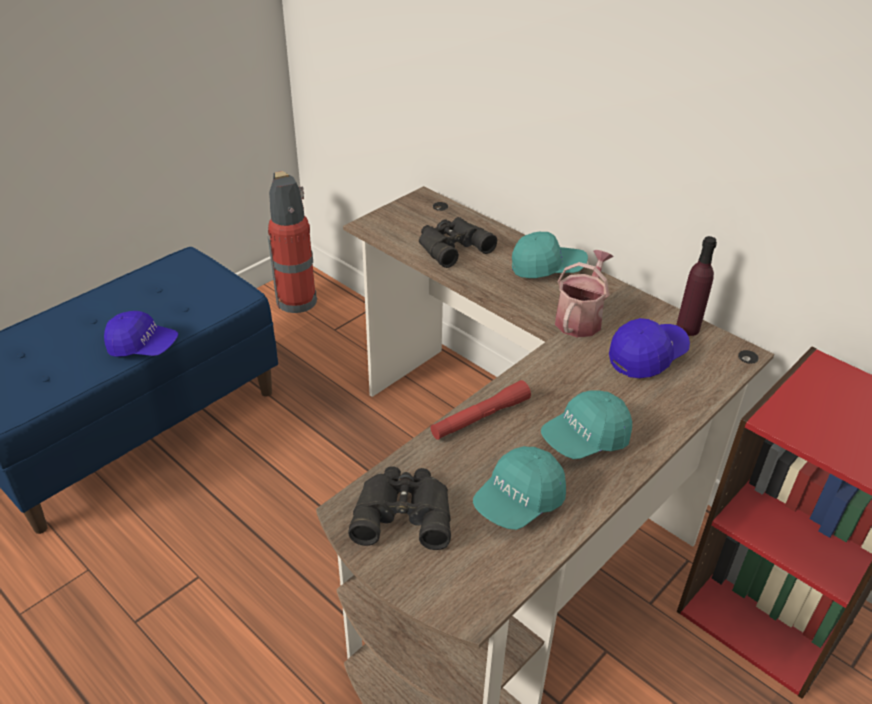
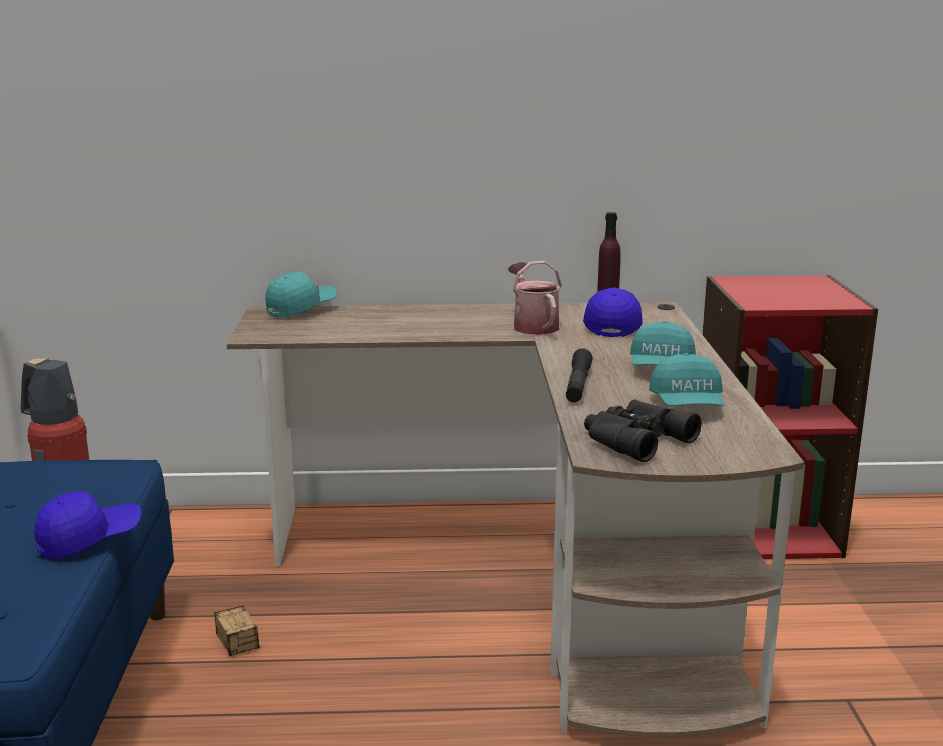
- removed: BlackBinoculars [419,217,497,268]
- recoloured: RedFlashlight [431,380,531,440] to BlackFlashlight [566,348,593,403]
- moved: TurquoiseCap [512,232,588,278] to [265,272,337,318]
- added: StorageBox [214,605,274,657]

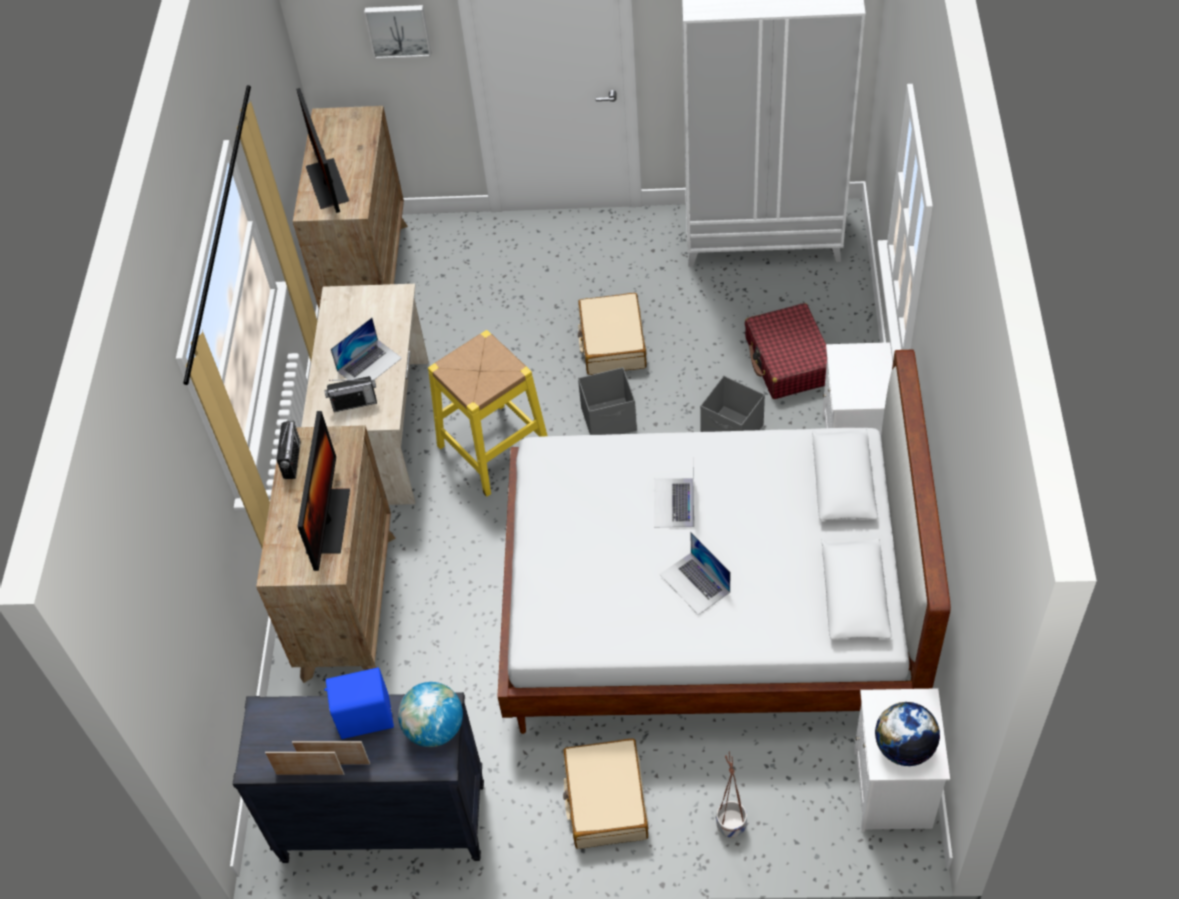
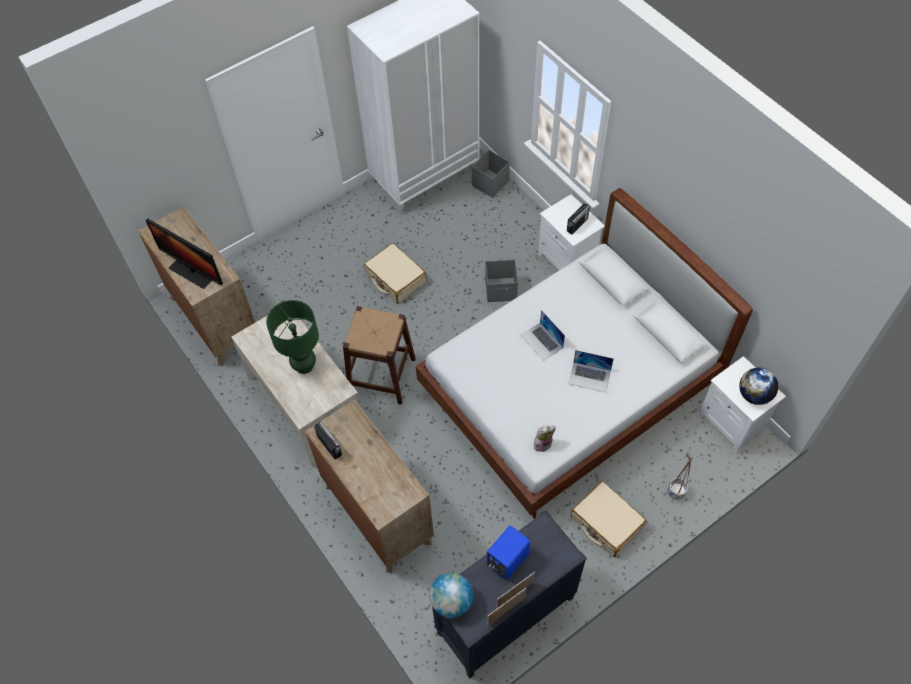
- removed: Monitor [297,411,350,571]
- moved: Radio [324,376,377,412] to [567,204,591,235]
- replaced: Laptop [331,318,402,381] to GreenTableLamp [266,300,319,374]
- removed: Picture [364,5,431,59]
- moved: Globe [398,682,463,747] to [430,573,473,618]
- recoloured: YellowStool [428,330,547,497] to BrownStool [343,306,416,405]
- moved: GreyStorageBox [578,367,637,435] to [472,150,510,198]
- removed: RedSuitcase [745,303,827,399]
- added: PlushToy [534,426,556,452]

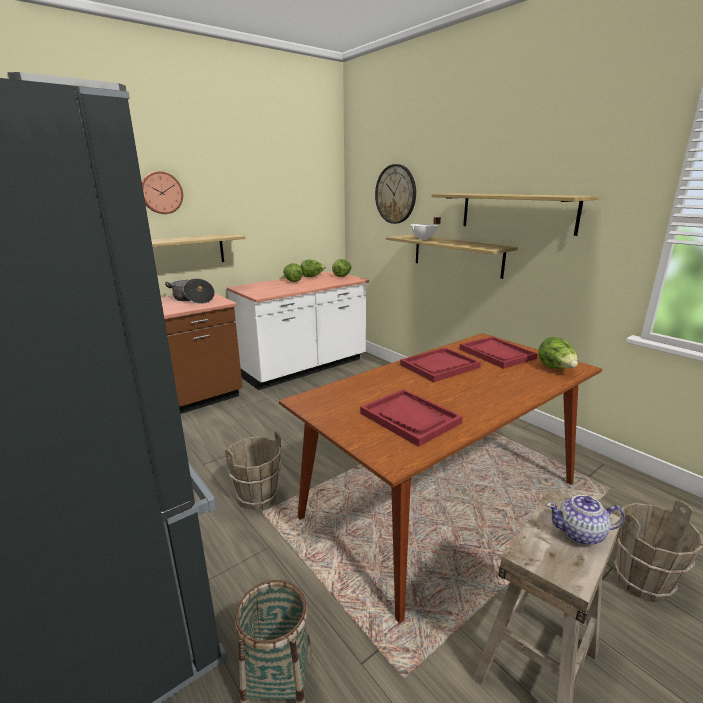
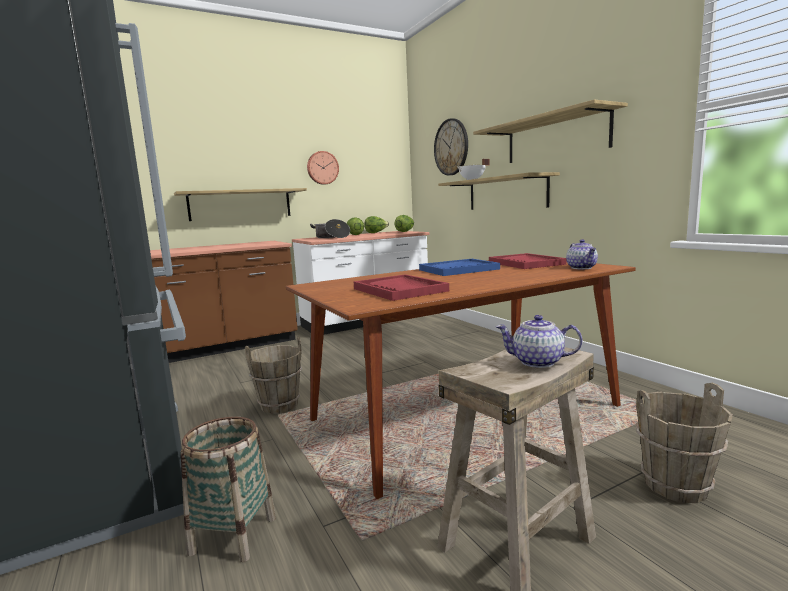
- moved: WallClock [142,171,183,214] to [307,151,339,185]
- moved: CookingPot [165,278,215,304] to [310,219,350,238]
- recoloured: RedTray [400,347,481,382] to BlueTray [419,259,500,276]
- replaced: Lettuce [538,337,578,369] to Teapot [566,239,598,269]

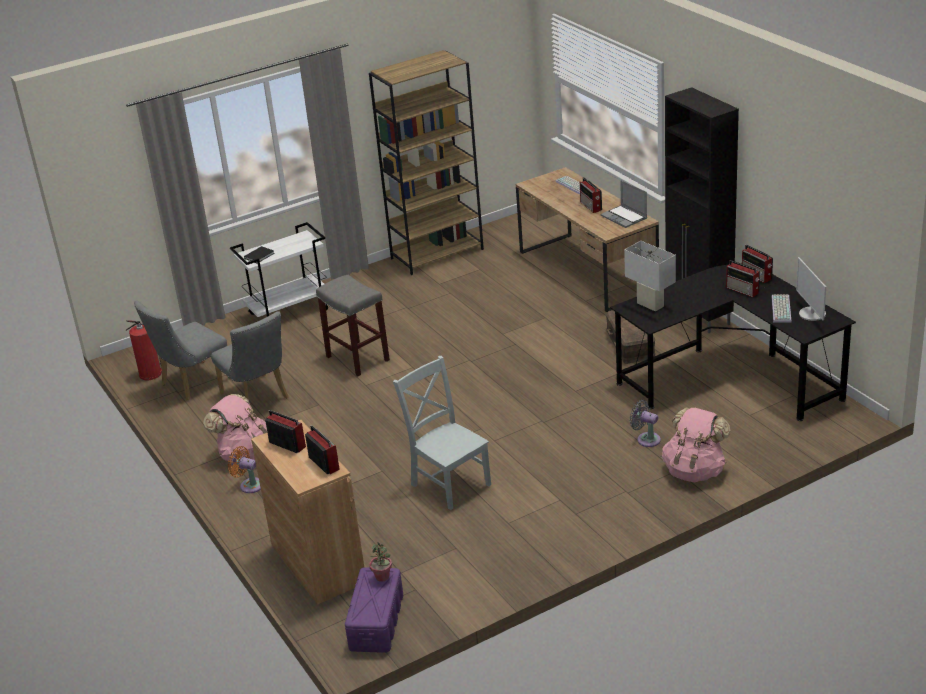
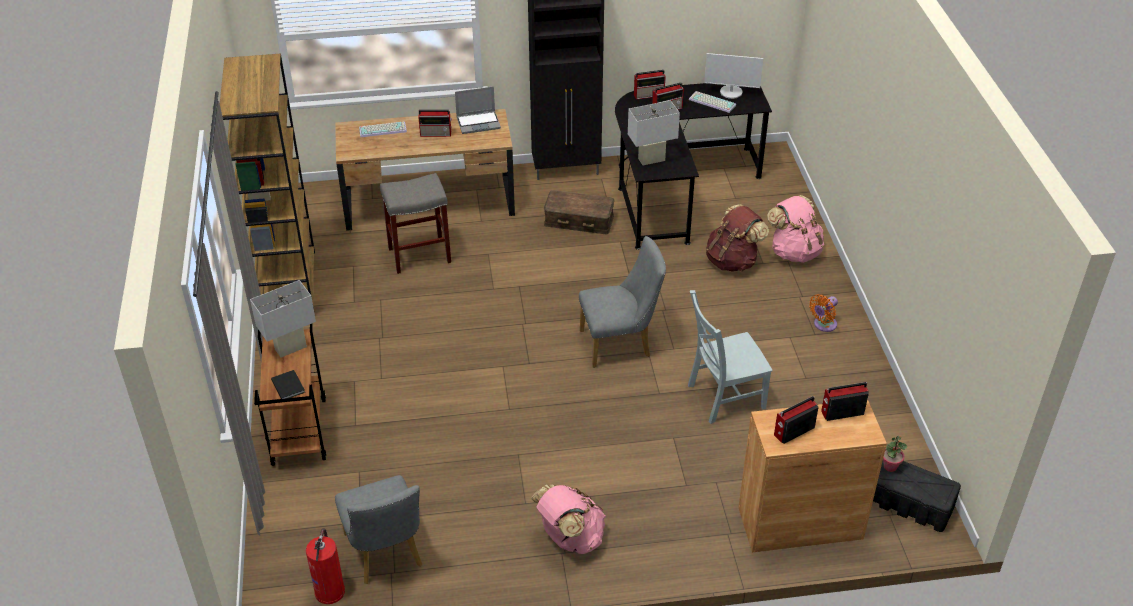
- moved: GreyChair [211,311,289,400] to [579,236,666,368]
- moved: OrangeFan [228,446,261,493] to [809,294,838,332]
- recoloured: WhiteCart [230,222,328,317] to BrownCart [254,323,326,466]
- moved: GreyStool [316,274,390,376] to [380,173,451,274]
- recoloured: PurpleStorageBox [345,567,403,653] to BlackStorageBox [873,461,961,532]
- replaced: GreyFan [630,400,661,447] to BrownBackpack [706,204,769,272]
- added: WhiteTableLamp [250,280,316,358]

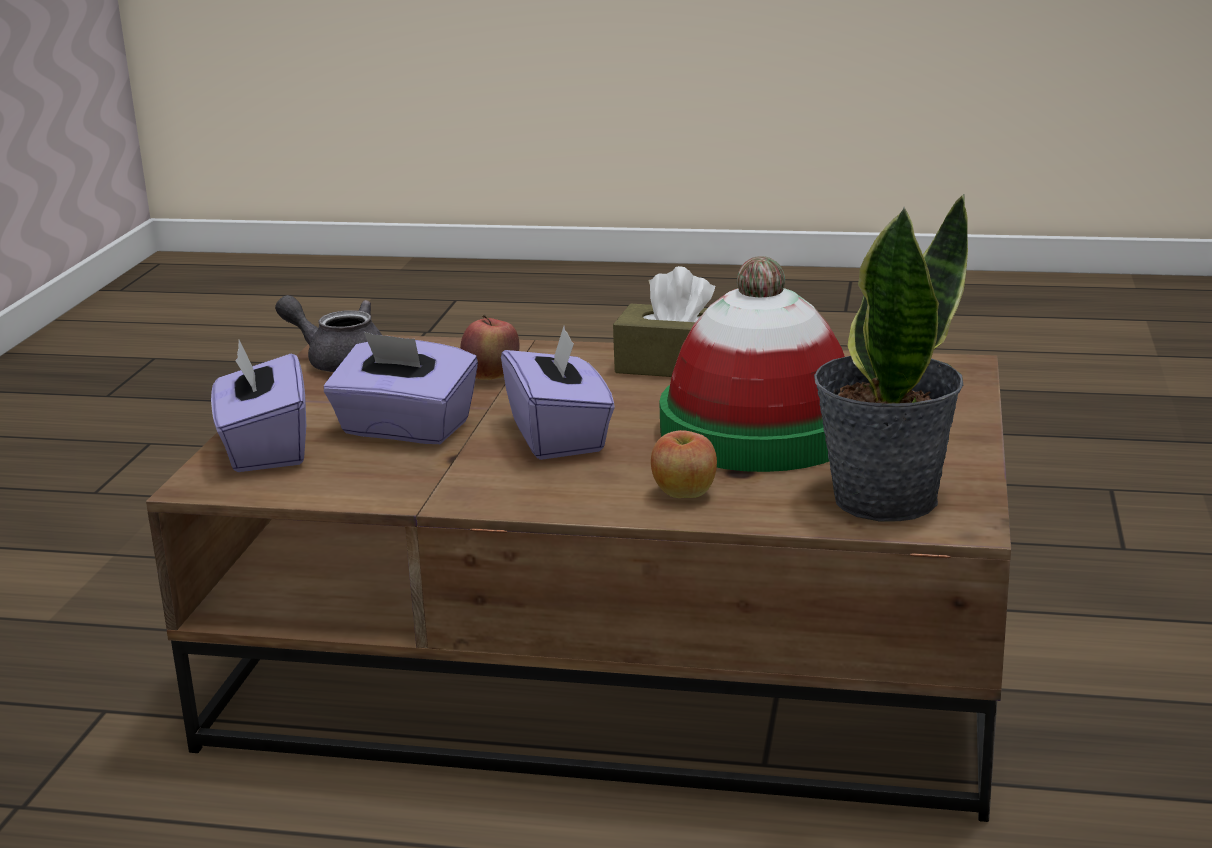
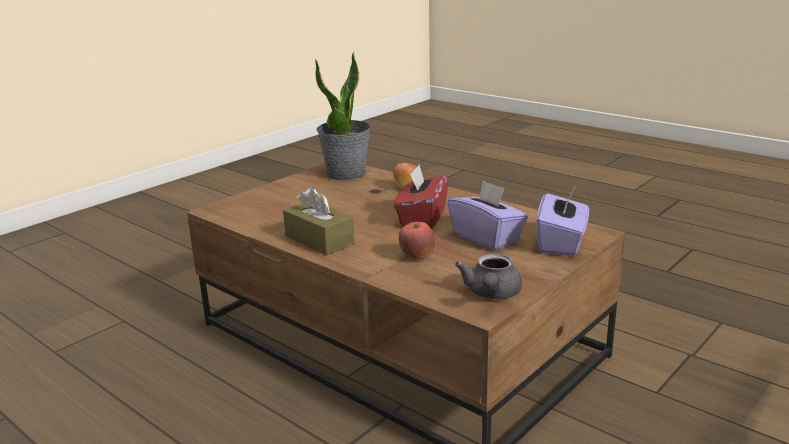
- turned: GreyTeapot [275,295,382,372] = [455,254,522,299] 45 degrees clockwise
- recoloured: PurpleTissueBox [501,326,615,460] to RedTissueBox [394,165,449,229]
- removed: Hat [659,256,845,472]

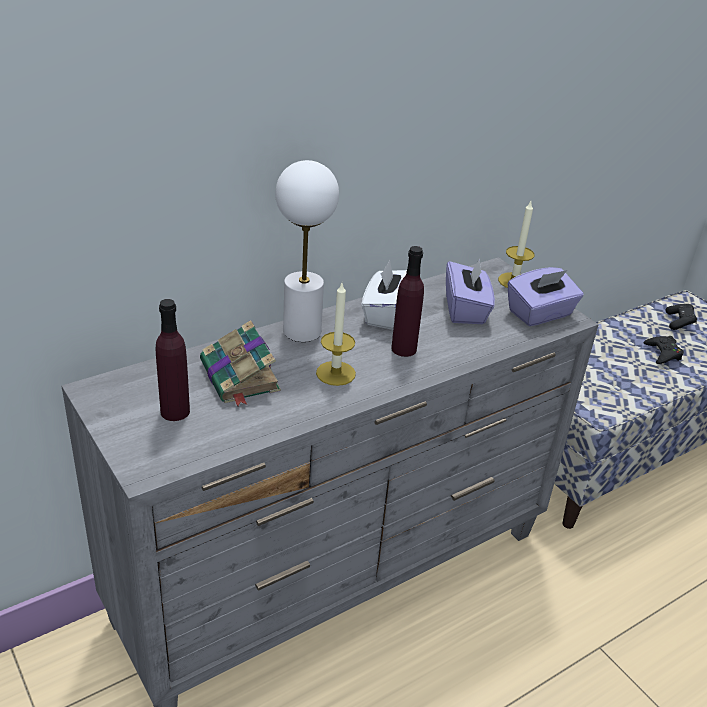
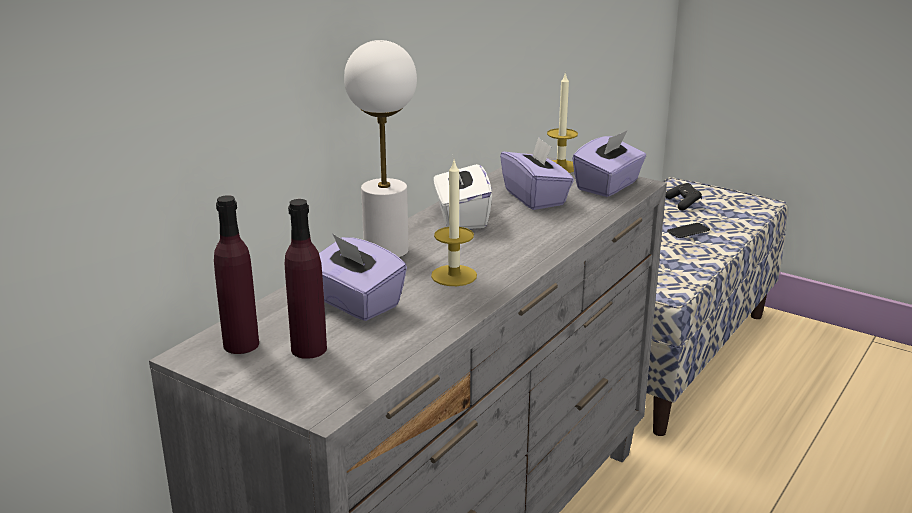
- replaced: Book [200,320,281,406] to PurpleTissueBox [319,233,407,321]
- moved: PurpleBottle [391,246,424,357] to [214,195,259,354]
- replaced: BlackGameController [643,336,684,364] to Phone [667,223,710,238]

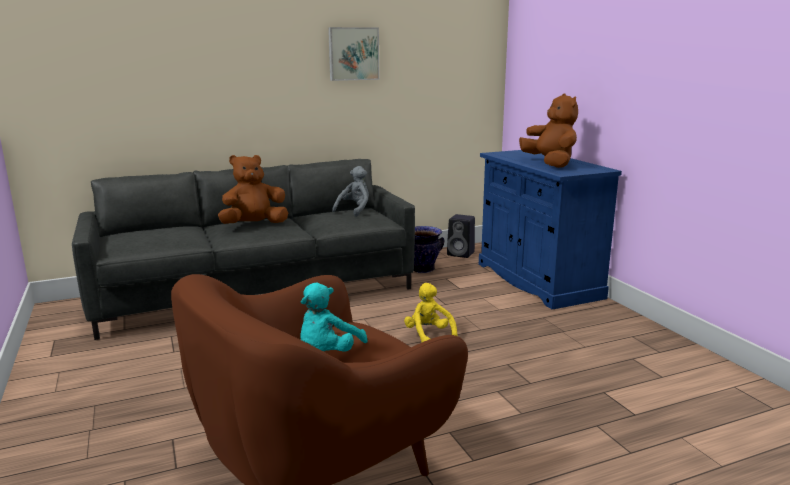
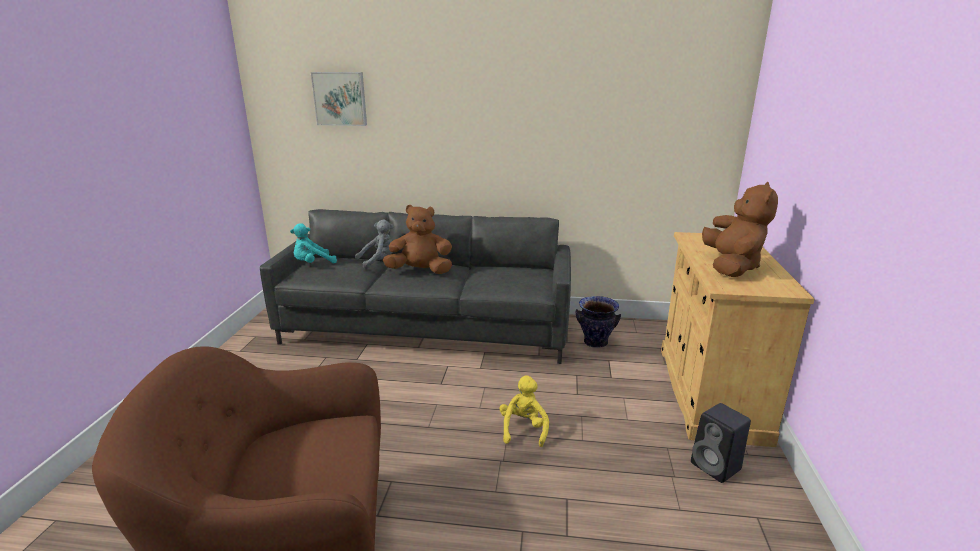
- moved: TurquoisePlushToy [300,283,368,352] to [290,223,337,263]
- moved: Picture [328,27,379,81] to [311,72,367,126]
- moved: GreyPlushToy [332,166,369,217] to [355,219,394,269]
- moved: BlackSpeaker [447,214,475,258] to [691,403,751,483]
- recoloured: BlueCabinet [479,150,622,309] to BeigeCabinet [661,232,815,447]

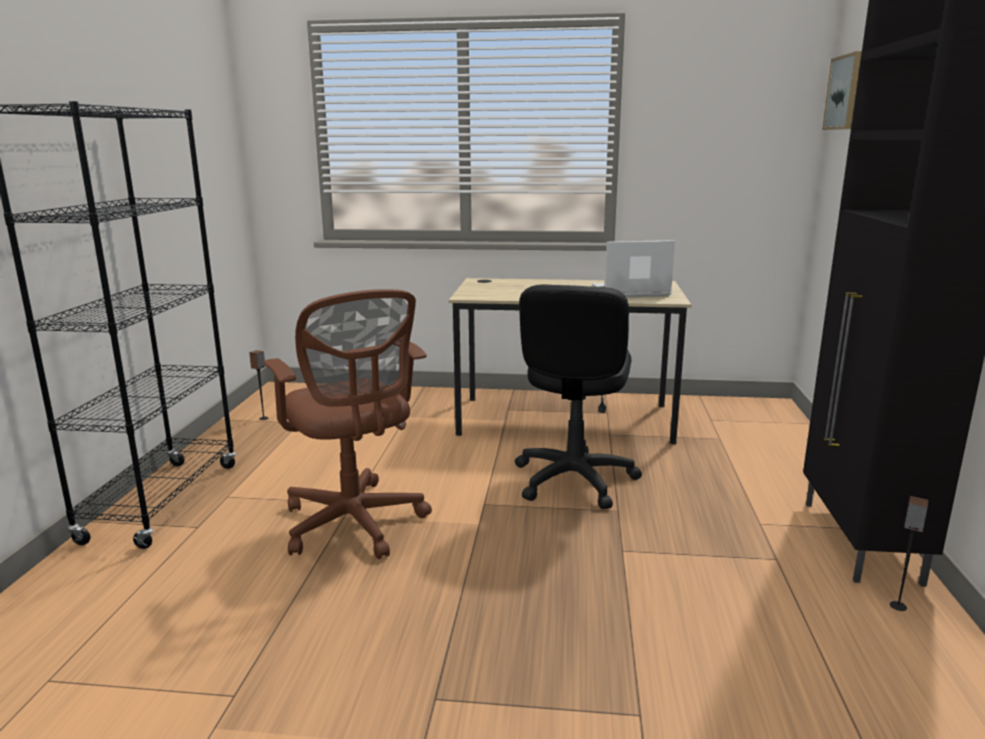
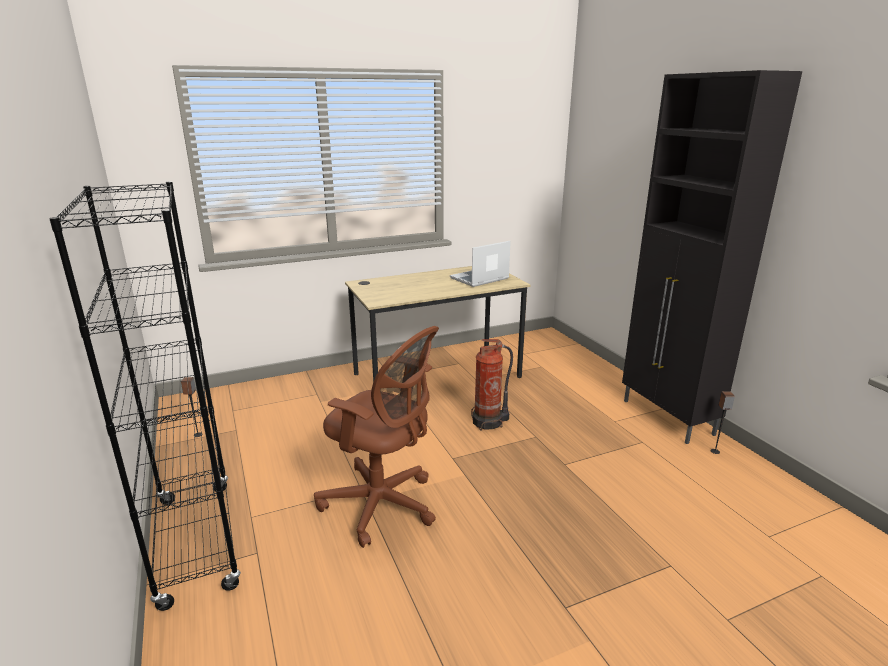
- replaced: BlackOfficeChair [515,285,642,509] to FireExtinguisher [471,339,513,431]
- removed: Picture [822,51,862,130]

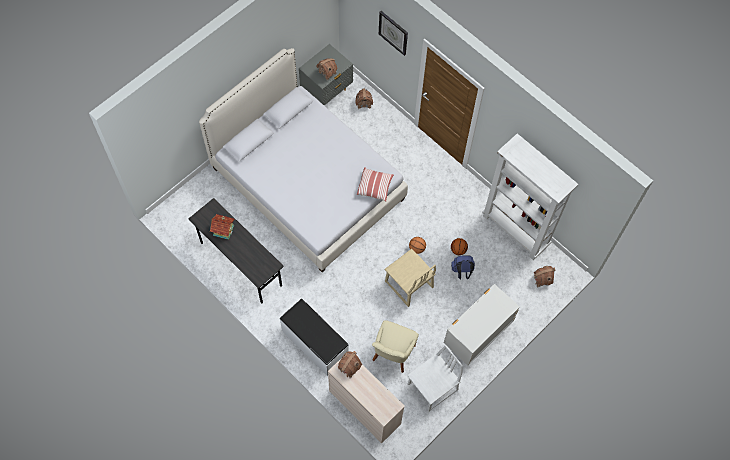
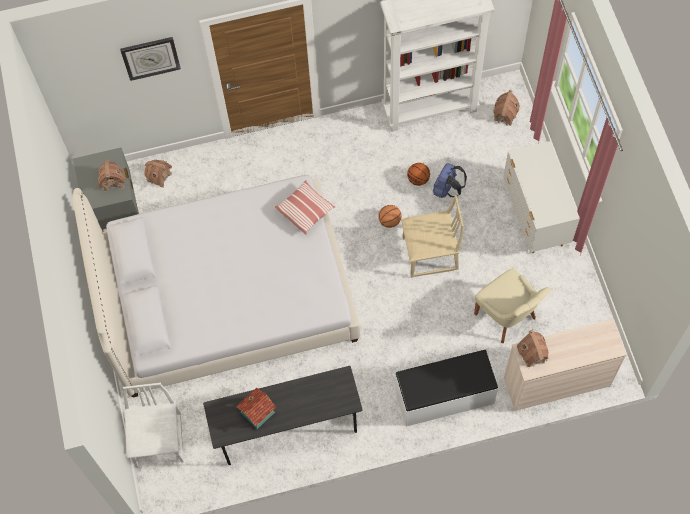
- moved: WhiteChair [407,345,463,411] to [123,383,184,468]

